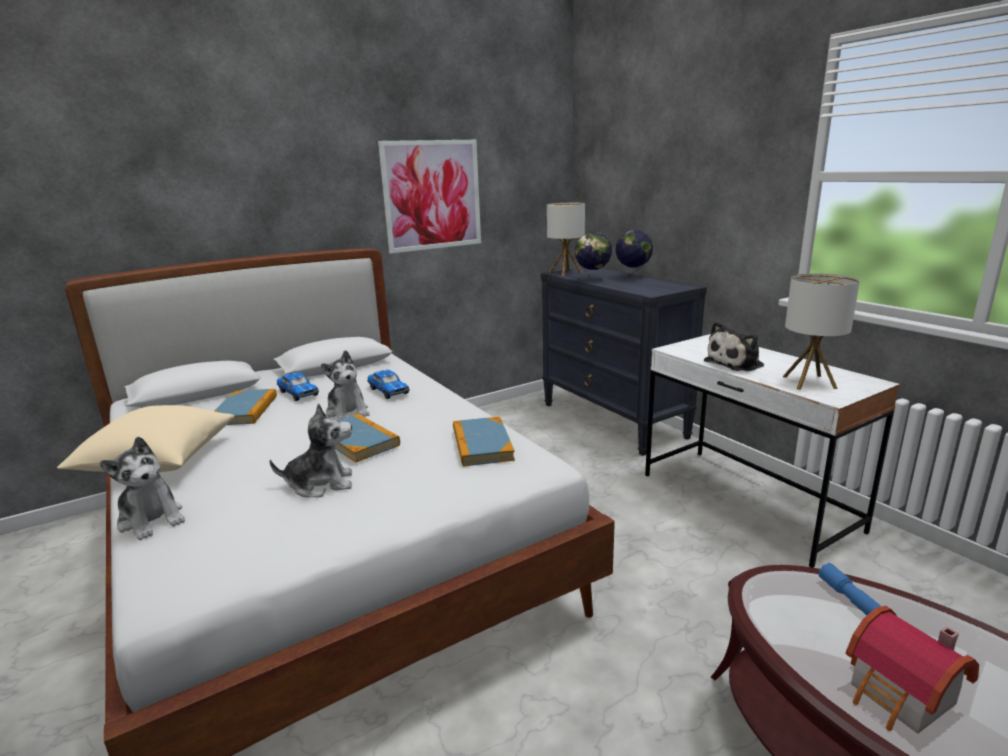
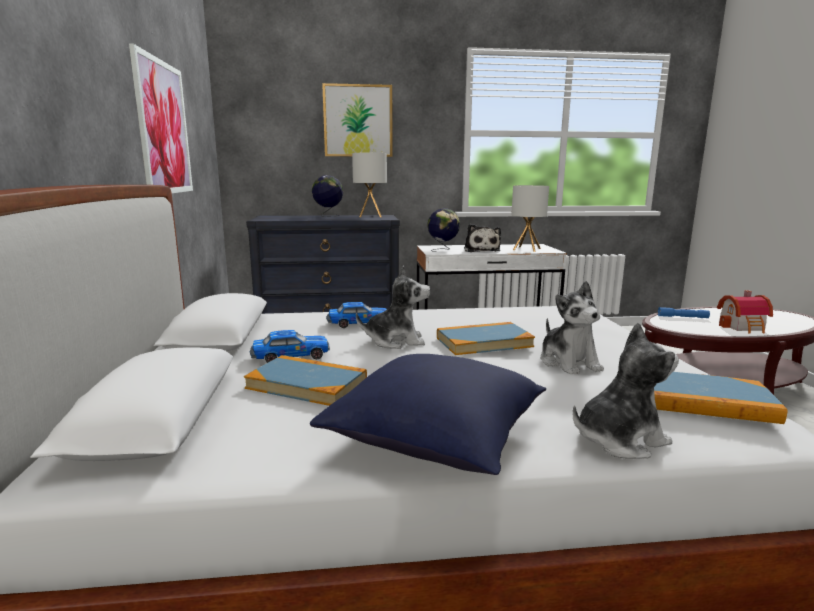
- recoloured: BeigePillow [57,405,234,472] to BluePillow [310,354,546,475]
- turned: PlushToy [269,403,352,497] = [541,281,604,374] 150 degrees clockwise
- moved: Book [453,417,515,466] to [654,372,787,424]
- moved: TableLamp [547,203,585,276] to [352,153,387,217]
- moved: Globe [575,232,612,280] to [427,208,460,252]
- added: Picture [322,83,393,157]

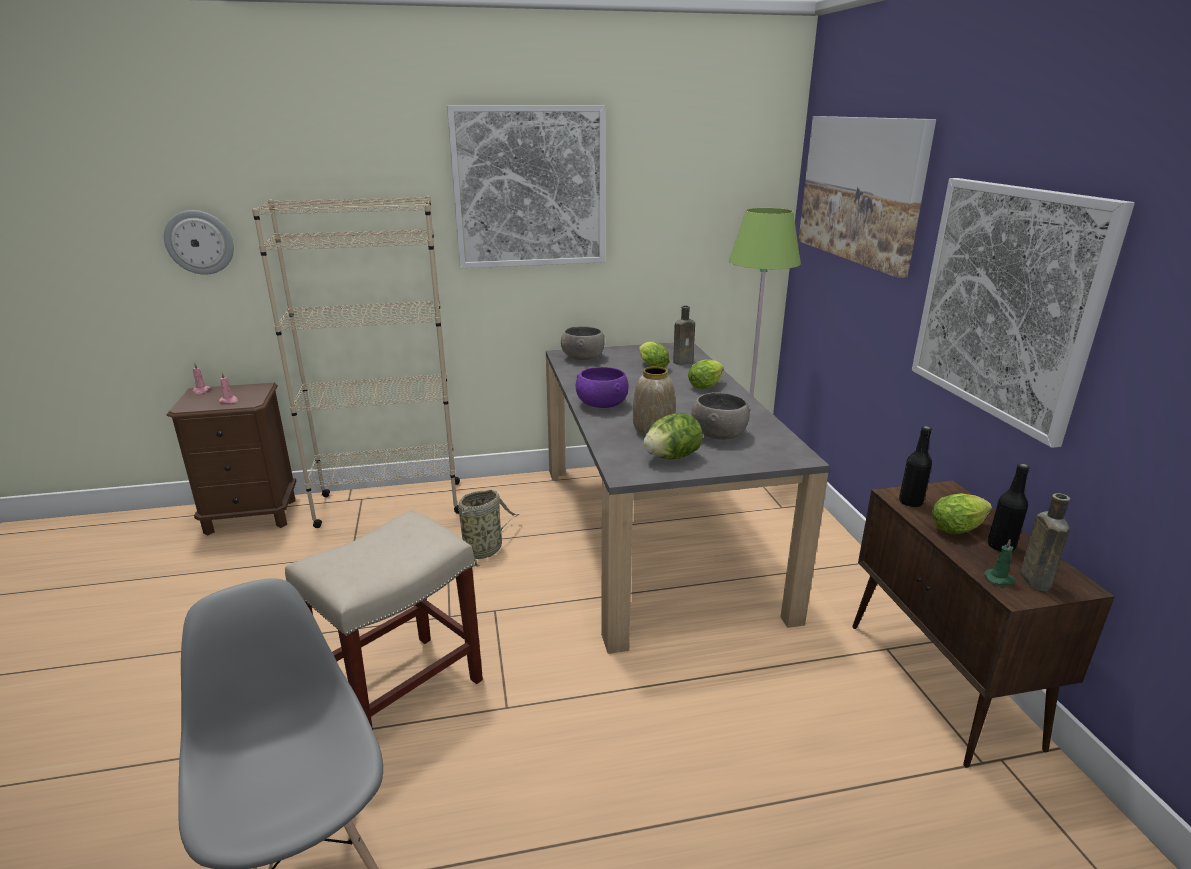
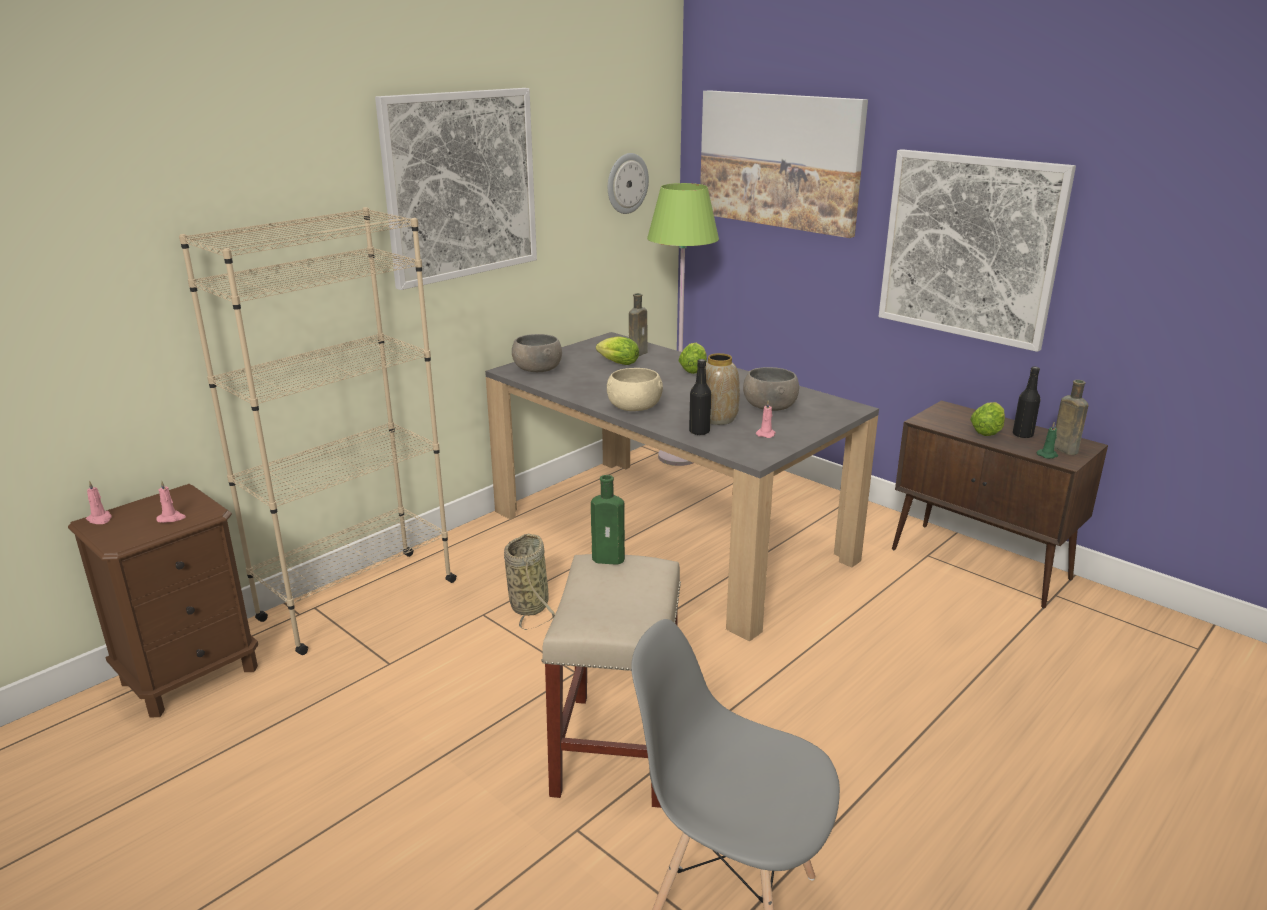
- moved: WallClock [164,210,234,275] to [608,153,649,214]
- recoloured: PurpleBowl [576,367,628,408] to BeigeBowl [607,368,663,411]
- replaced: Lettuce [643,413,703,459] to PinkCandle [756,400,776,438]
- moved: BlackBottle [899,426,932,507] to [689,359,711,435]
- added: GreenBottle [591,475,625,565]

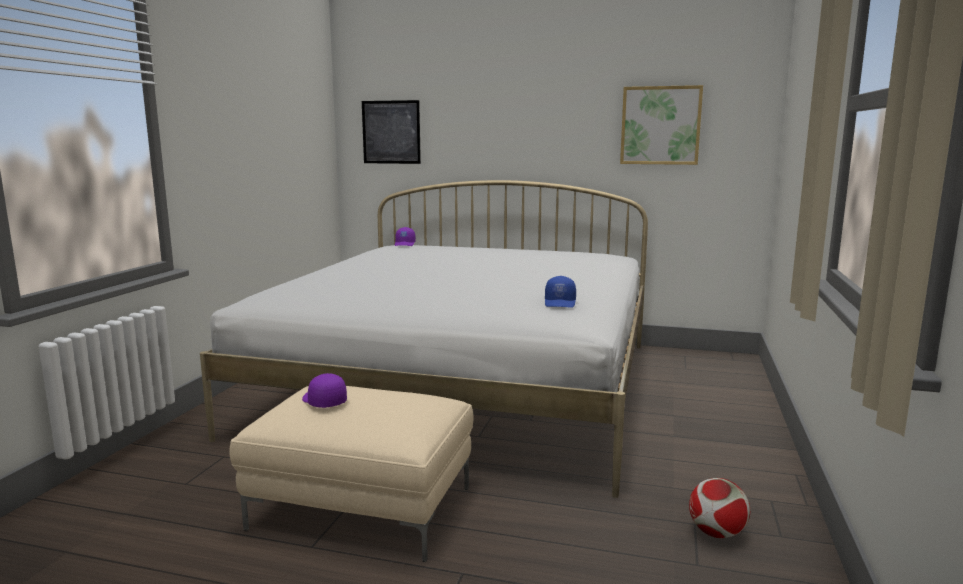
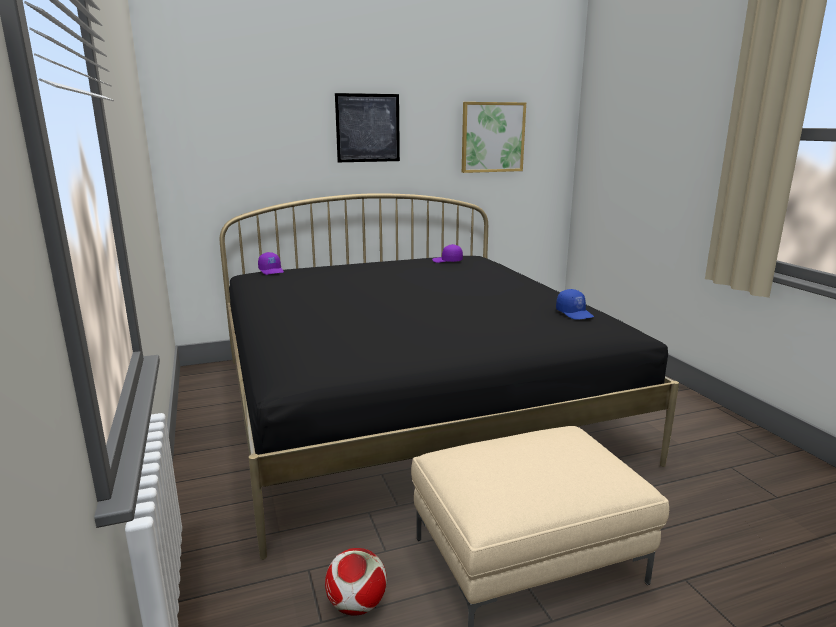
- recoloured: WhiteBed [200,180,648,498] to BlackBed [220,193,679,560]
- moved: PurpleCap [302,373,347,408] to [432,244,463,263]
- moved: Picture [362,100,421,164] to [335,93,400,162]
- moved: Football [689,478,750,538] to [325,548,387,616]

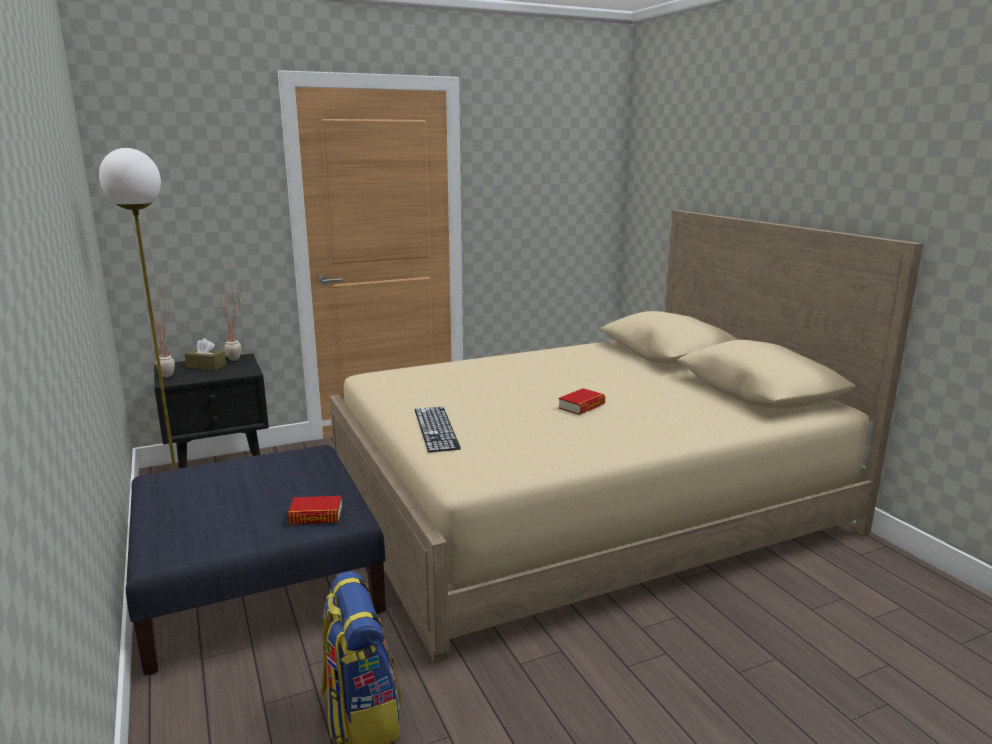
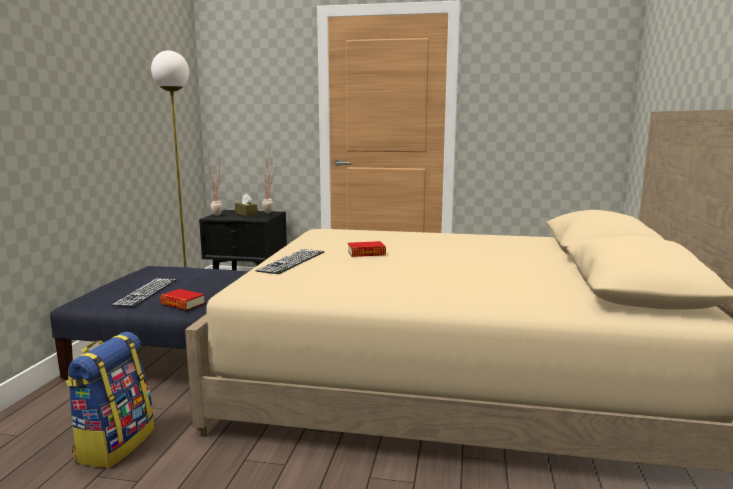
- moved: Book [558,388,605,415] to [348,241,386,257]
- added: Keyboard [111,278,177,307]

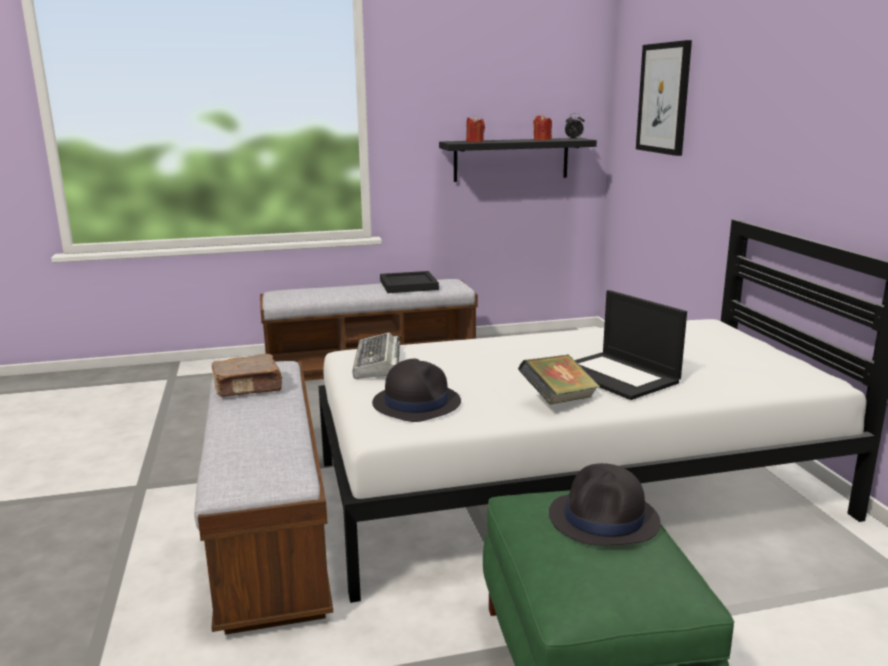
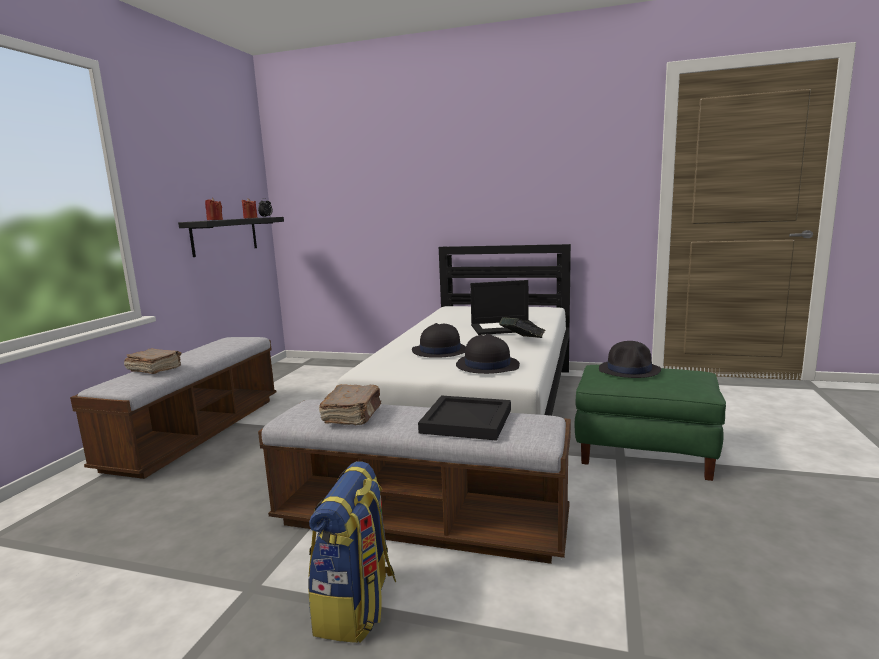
- removed: Keyboard [352,332,400,379]
- moved: BlackTray [380,271,439,293] to [418,395,511,441]
- removed: Picture [636,40,692,156]
- added: BrownBook [124,348,182,374]
- added: Backpack [308,461,396,643]
- added: BlackHat [412,323,466,358]

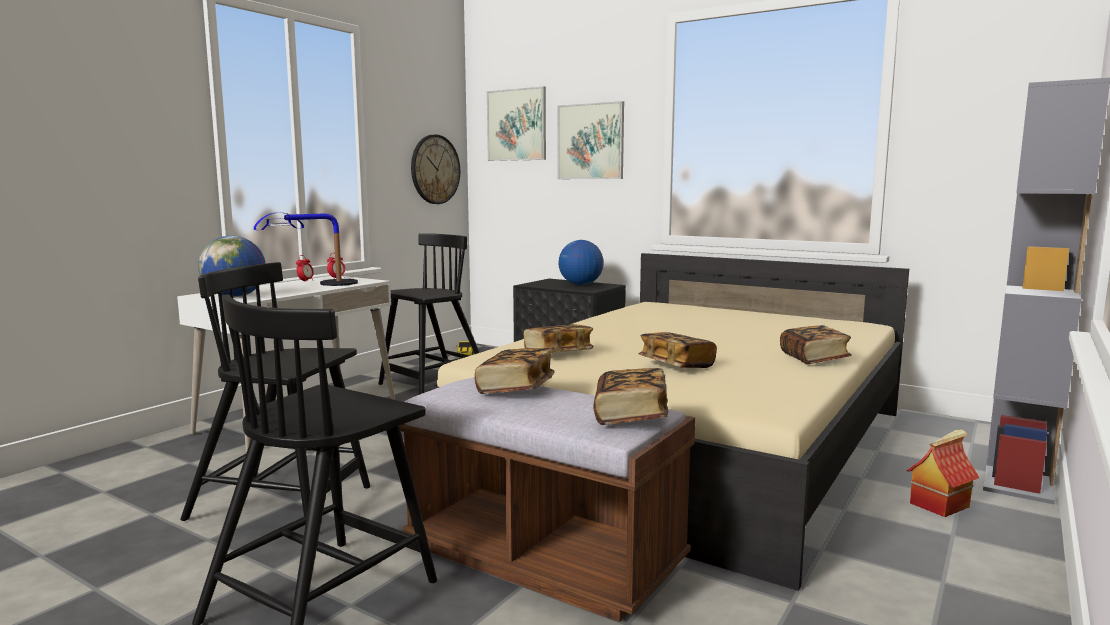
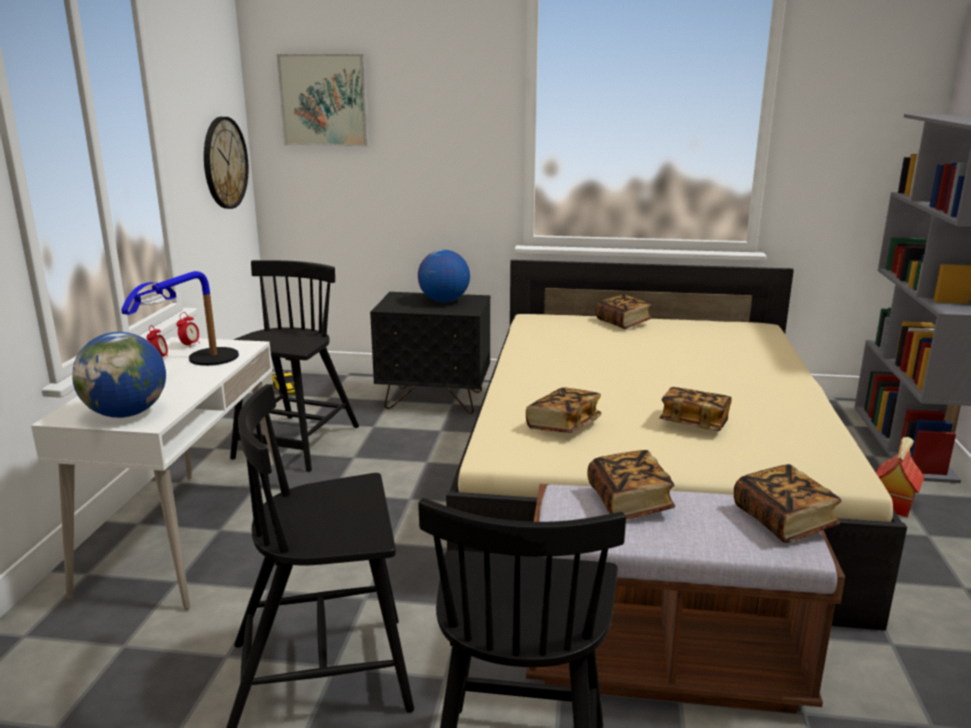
- removed: Picture [558,101,624,179]
- moved: Book [780,325,852,364] to [595,294,652,329]

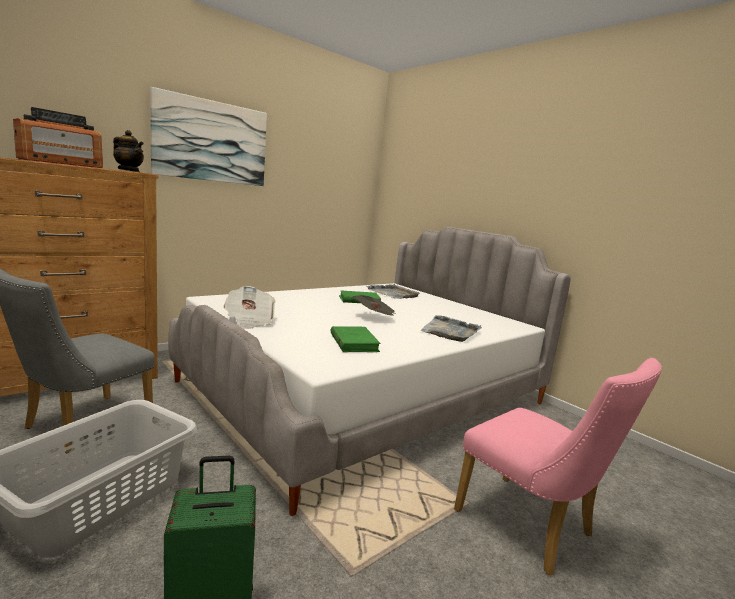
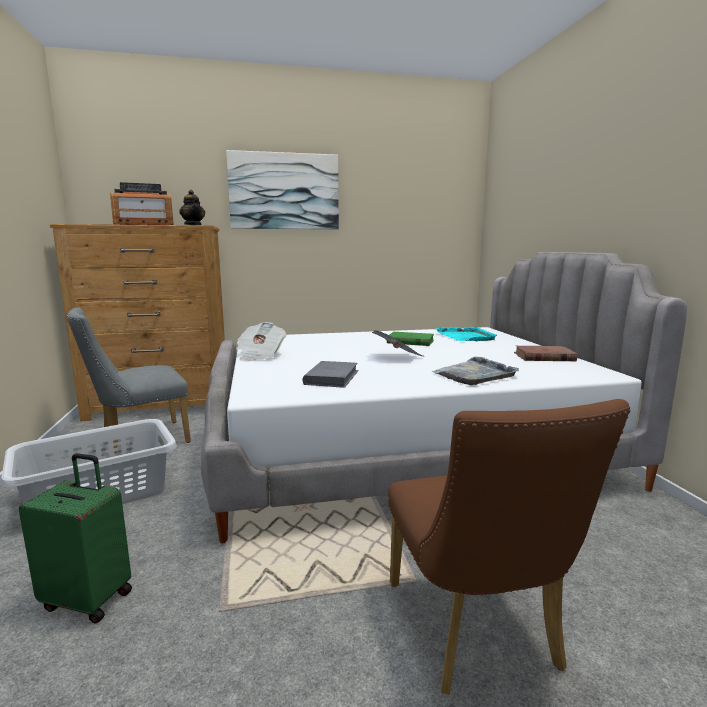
- recoloured: GreenBook [331,326,381,352] to GreyBook [302,361,358,388]
- recoloured: GreyTray [366,284,420,299] to TurquoiseTray [436,326,497,341]
- recoloured: PinkChair [454,358,662,576] to BrownChair [388,399,630,695]
- added: BrownBook [514,346,577,361]

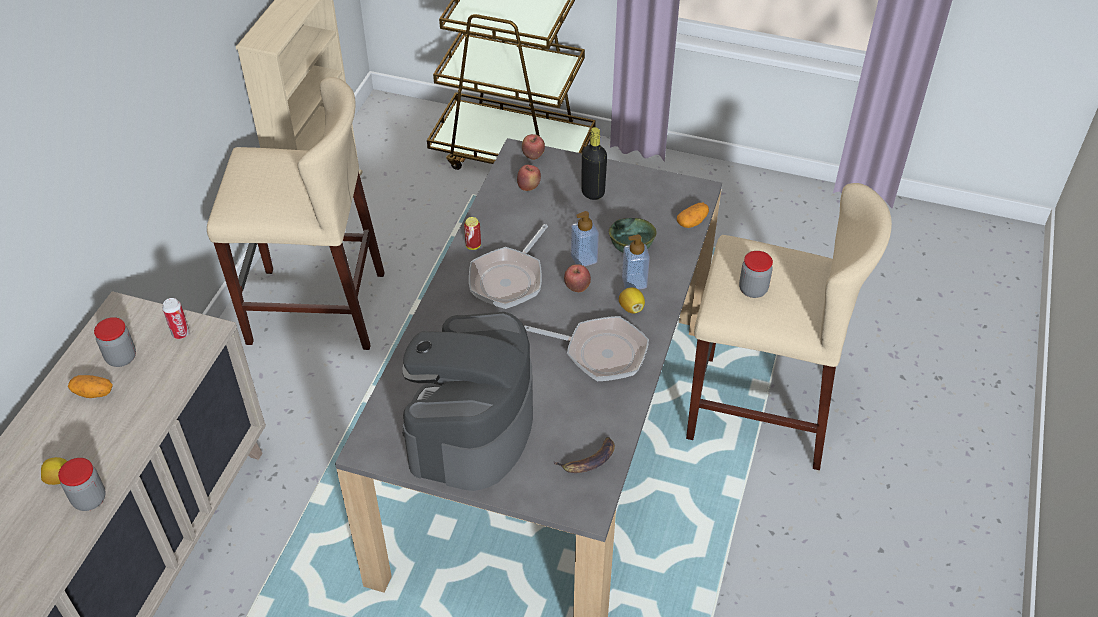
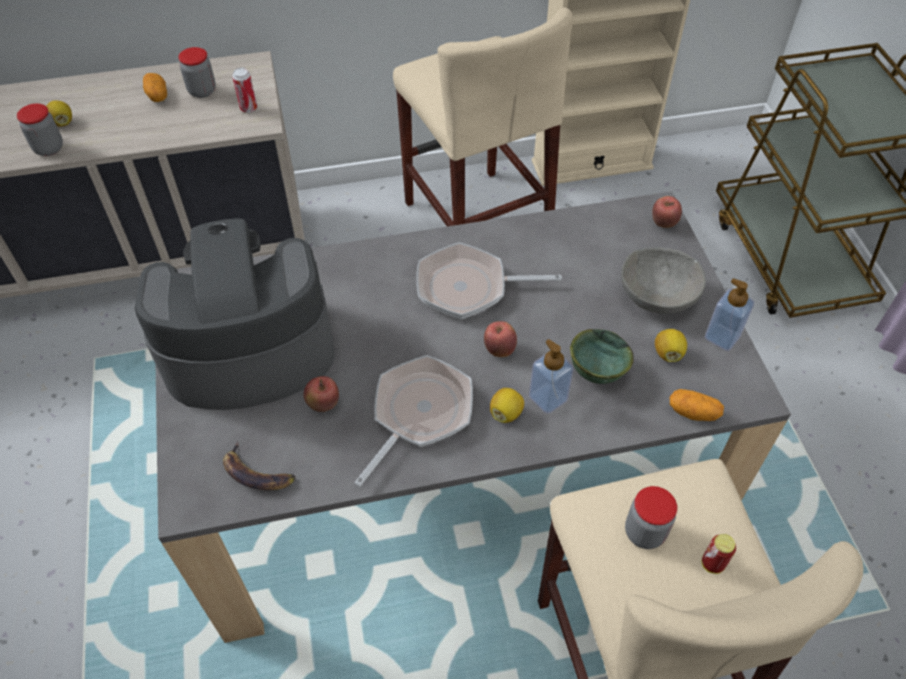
- moved: Can [464,217,481,250] to [702,534,736,574]
- moved: Apple [517,165,541,191] to [303,376,339,412]
- turned: FryingPan [524,316,649,381] = [354,355,473,487] 135 degrees counterclockwise
- moved: SoapDispenser [571,211,599,266] to [705,278,754,351]
- replaced: BlackBottle [581,127,607,200] to GreyBowl [621,247,706,314]
- added: Lemon [655,329,687,362]

